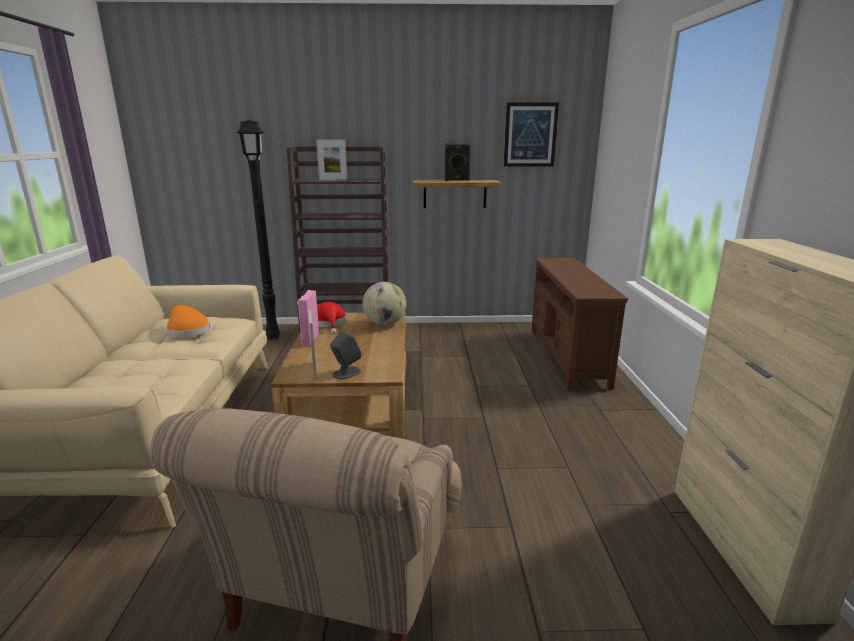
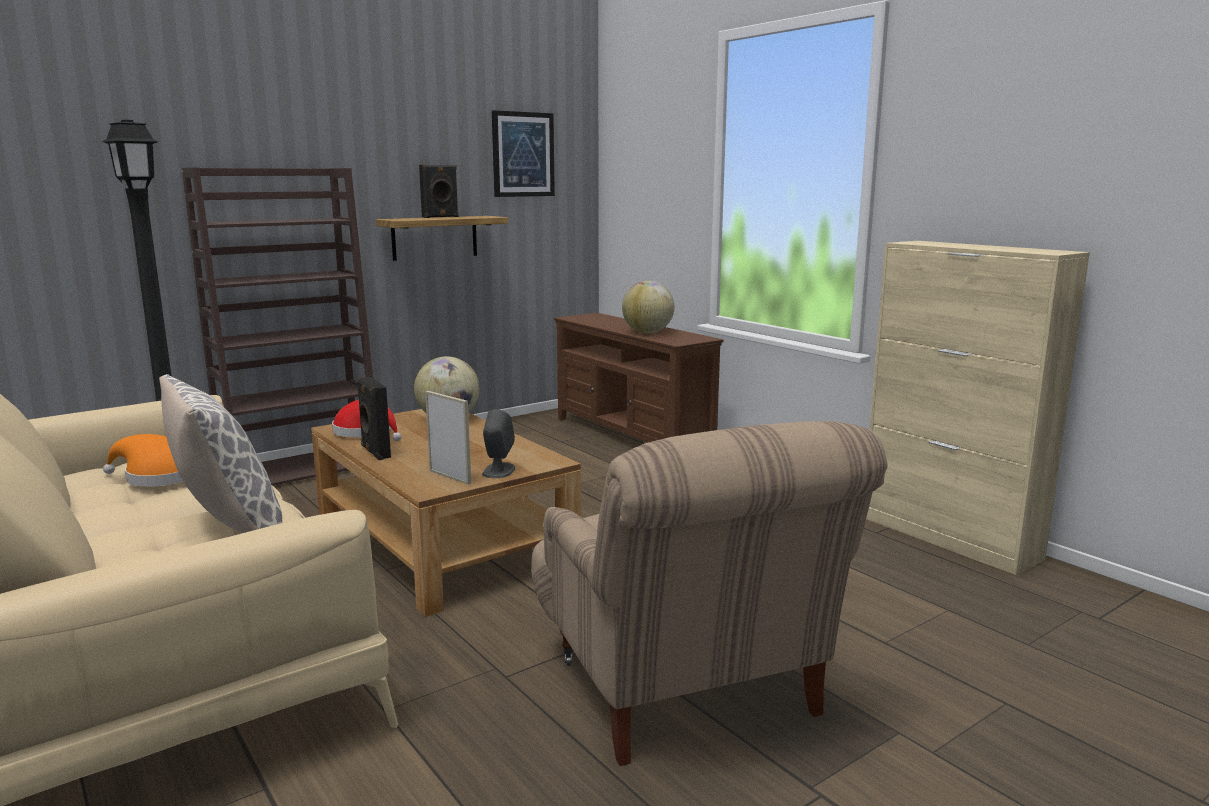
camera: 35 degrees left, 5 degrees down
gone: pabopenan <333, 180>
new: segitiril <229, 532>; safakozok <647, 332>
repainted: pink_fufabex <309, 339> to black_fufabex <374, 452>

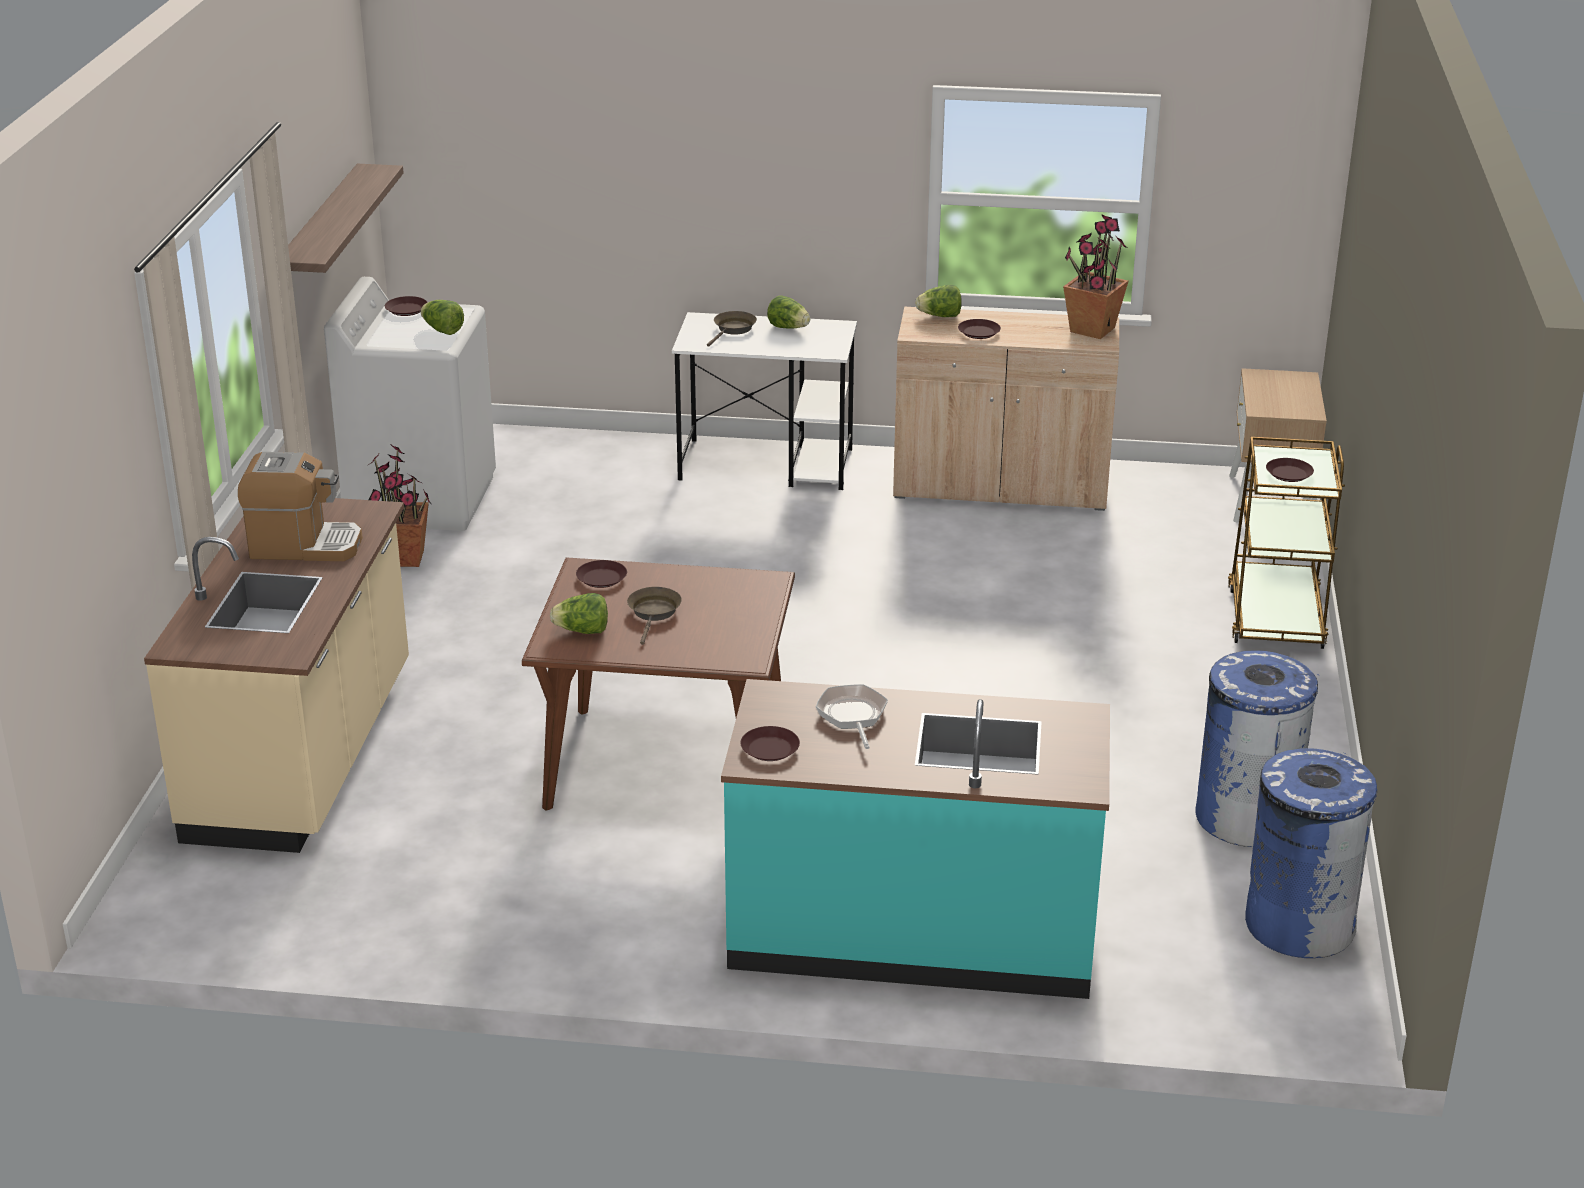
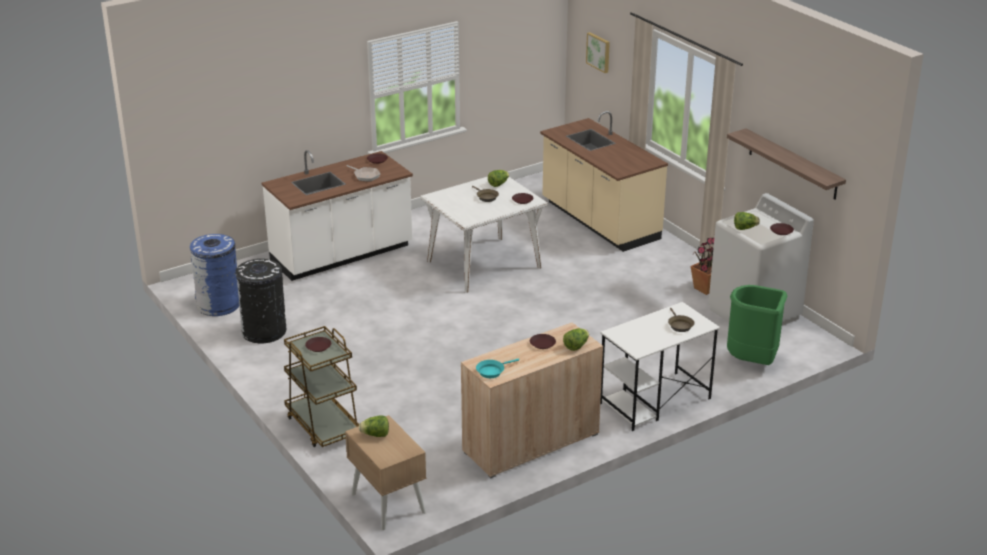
camera: 140 degrees right, 0 degrees up
gone: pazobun <304, 545>
new: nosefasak <599, 52>; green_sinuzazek <752, 361>
shifted: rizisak <788, 328> to <375, 435>
swapped: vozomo <1091, 329> to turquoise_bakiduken <492, 371>
repainted: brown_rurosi <668, 766> to white_rurosi <484, 264>; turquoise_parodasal <913, 930> to white_parodasal <342, 255>; blue_sinuzazek <1246, 817> to black_sinuzazek <264, 331>

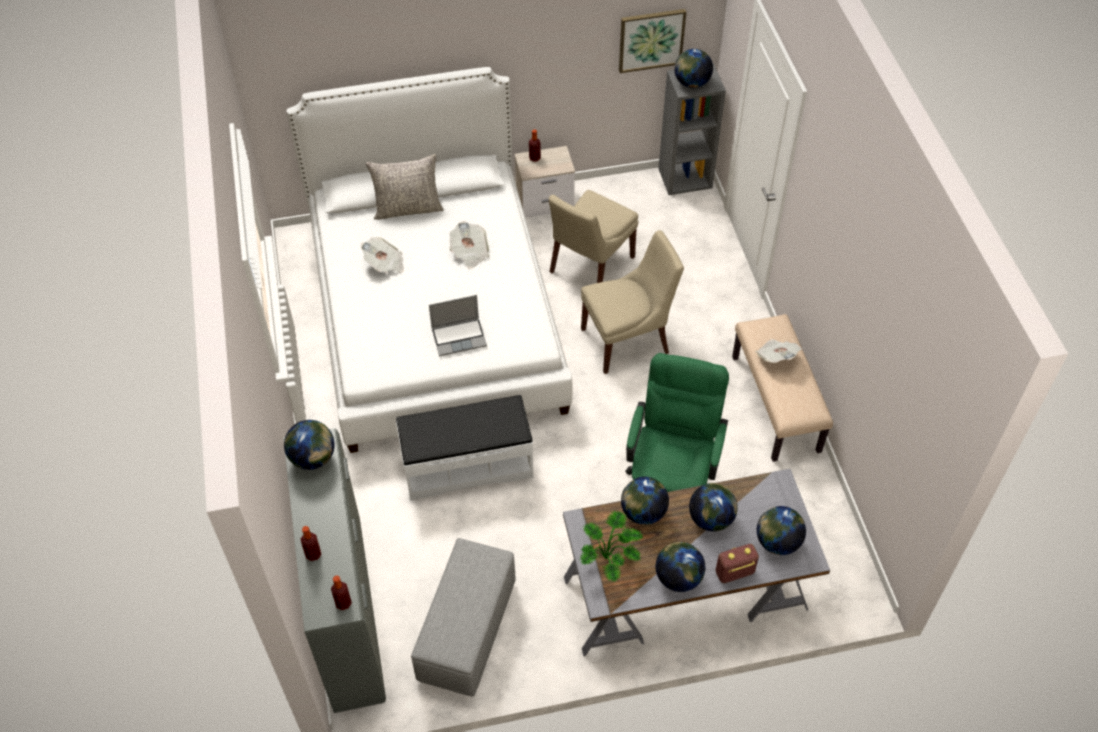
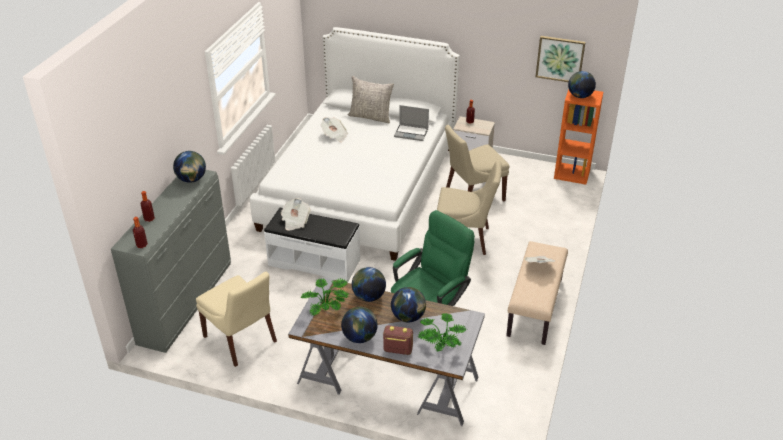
camera: 30 degrees right, 15 degrees down
shifted: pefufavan <459, 337> to <411, 133>; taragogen <470, 253> to <295, 221>
swapped: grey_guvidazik <467, 632> to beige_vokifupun <241, 340>; safakozok <777, 542> to vozomo <440, 346>
repainted: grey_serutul <685, 178> to orange_serutul <572, 174>

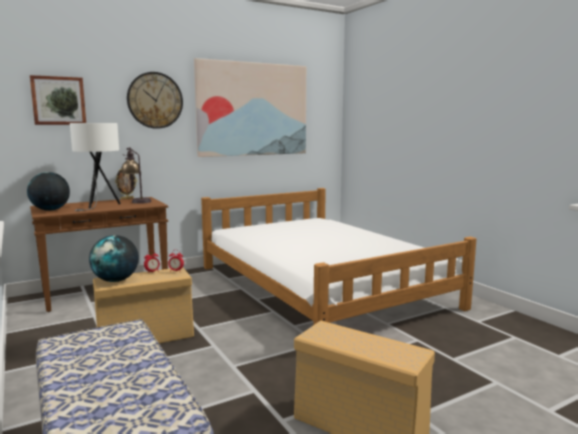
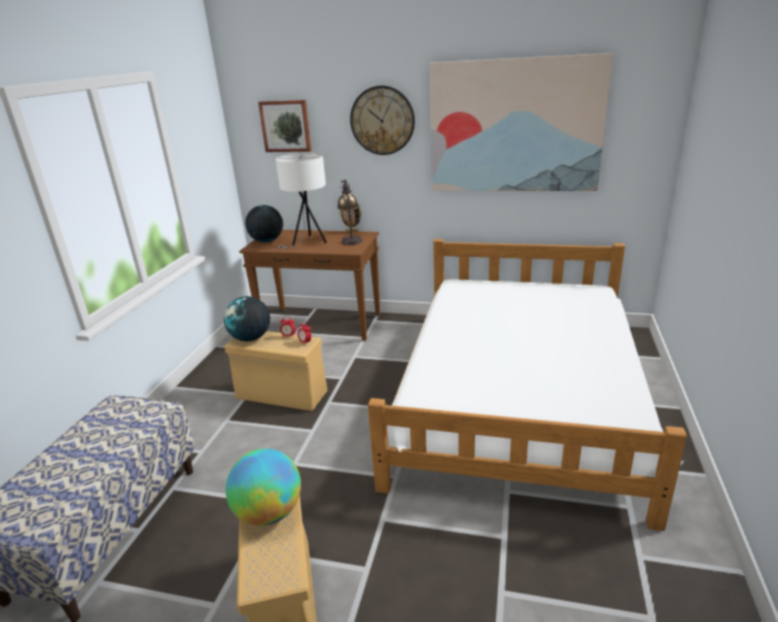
camera: 45 degrees right, 15 degrees up
new: safakozok <269, 513>

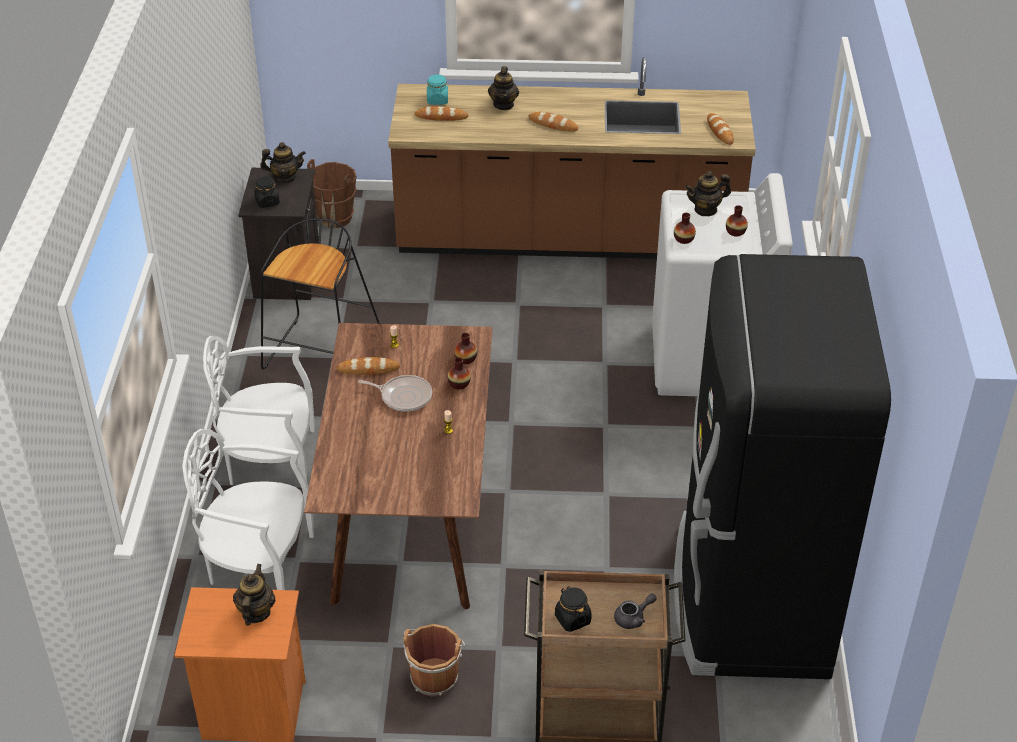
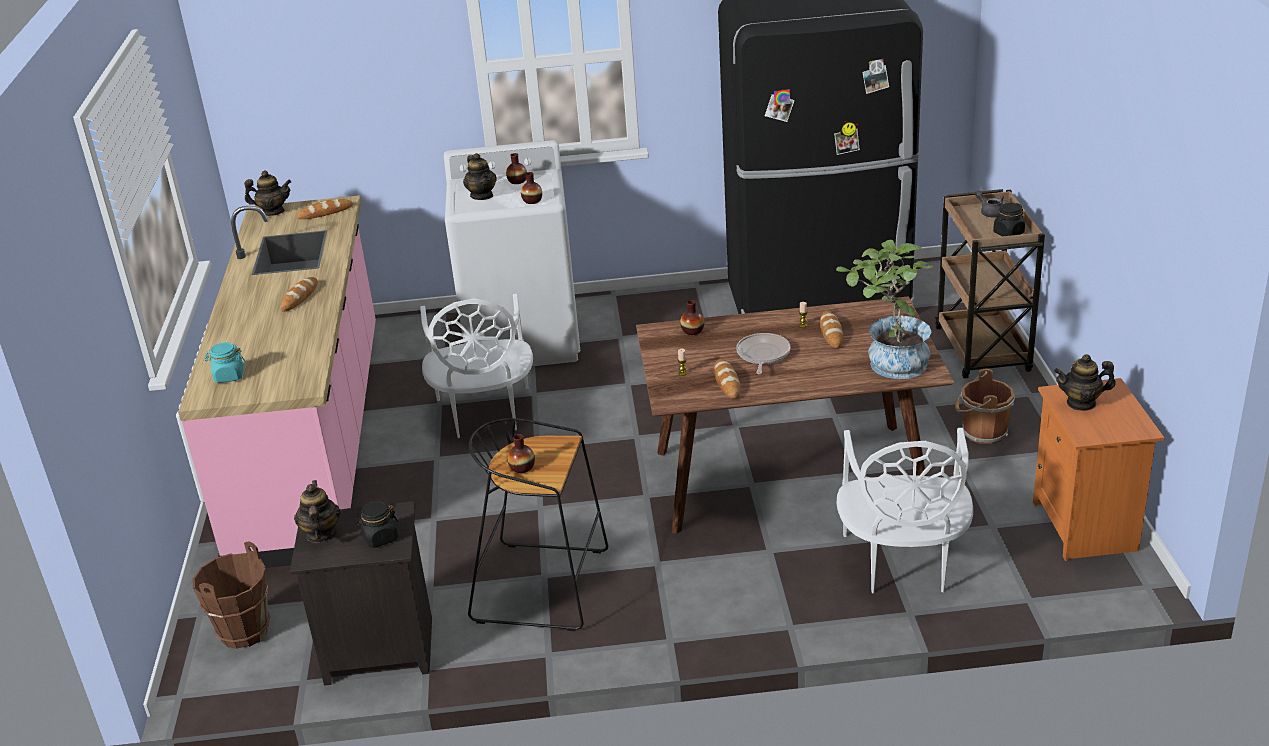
camera: 95 degrees left, 10 degrees down
new: vozomo <889, 364>
shifted: white_vokifupun <270, 463> to <484, 414>; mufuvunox <441, 117> to <831, 332>; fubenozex <459, 384> to <522, 467>; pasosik <504, 105> to <273, 212>
repainted: brown_parodasal <568, 238> to pink_parodasal <314, 439>

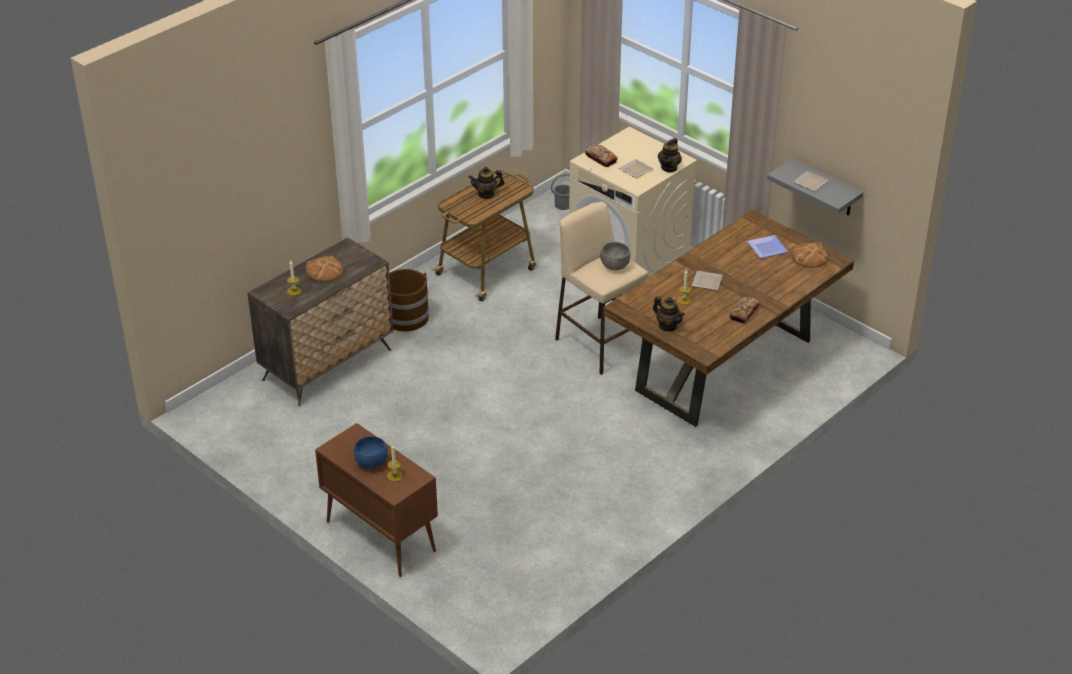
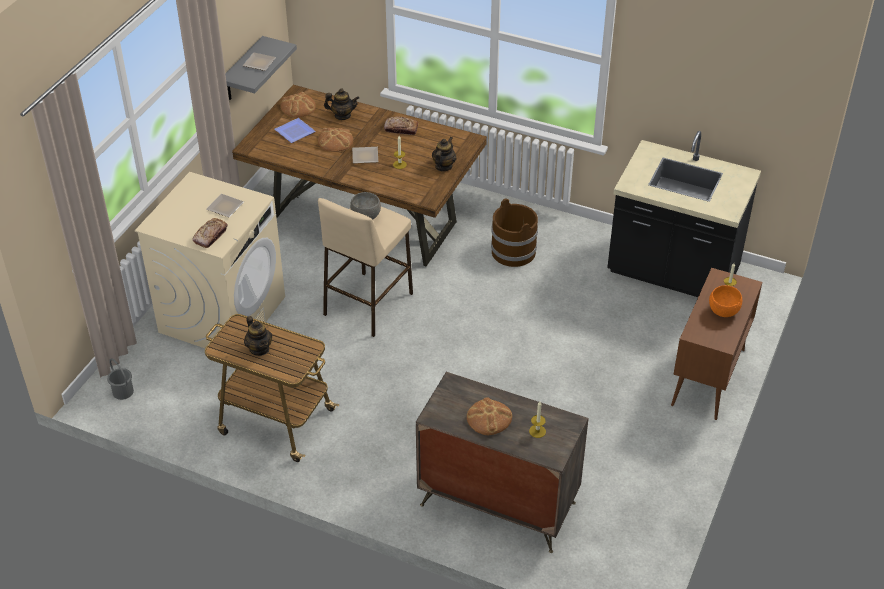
camera: 110 degrees left, 5 degrees up
new: mufuvunox <335, 141>; black_parodasal <673, 272>
shifted: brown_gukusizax <406, 317> to <513, 251>; pasosik <669, 168> to <342, 115>
repainted: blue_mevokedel <372, 462> to orange_mevokedel <723, 311>

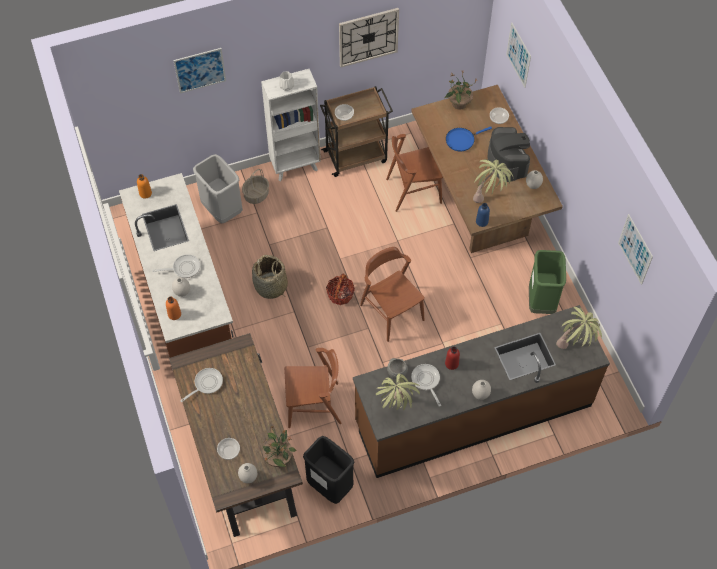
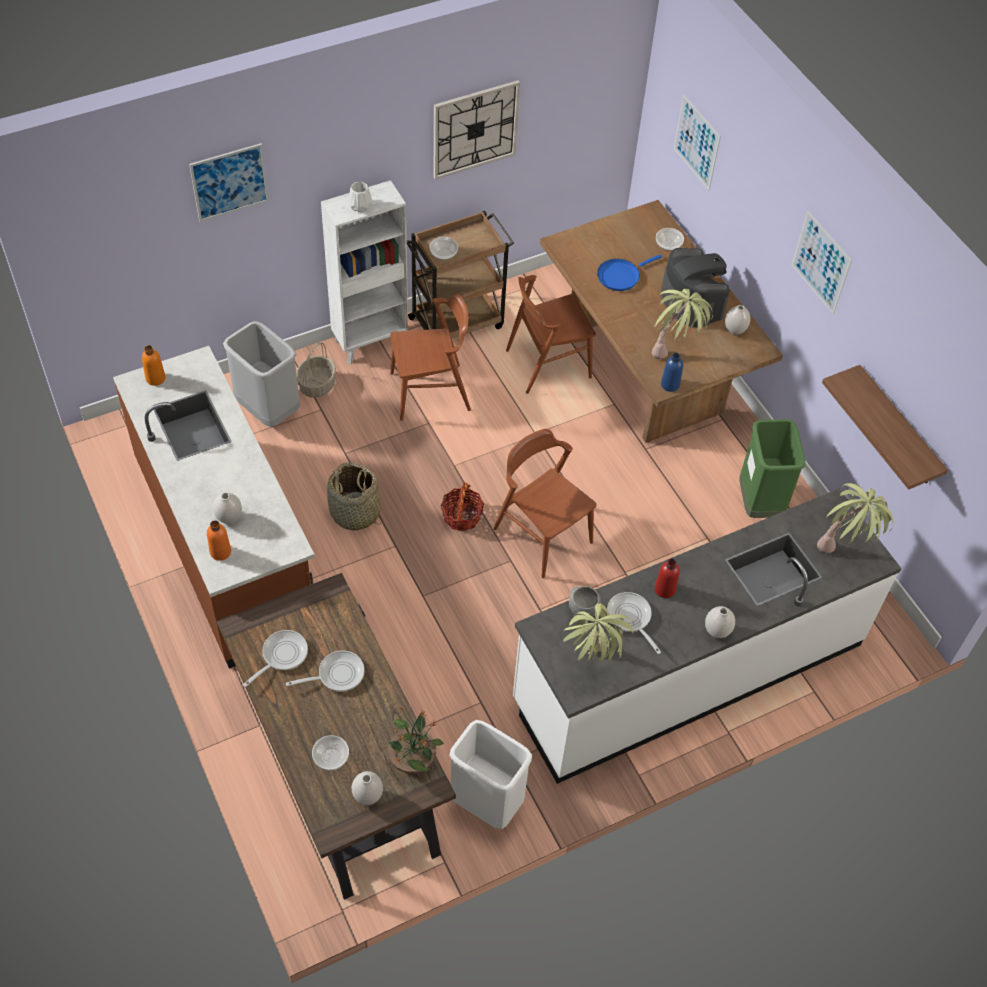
camera: 10 degrees left, 5 degrees down
gone: vozomo <458, 103>
new: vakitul <897, 428>
shifted: bakiduken <184, 268> to <337, 674>; brown_vokifupun <313, 405> to <430, 391>; nosefasak <635, 249> to <821, 262>
repainted: black_sinuzazek <330, 486> to white_sinuzazek <486, 803>; brown_parodasal <473, 413> to white_parodasal <688, 672>

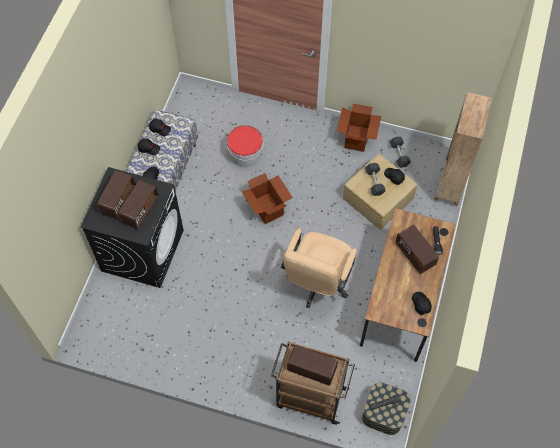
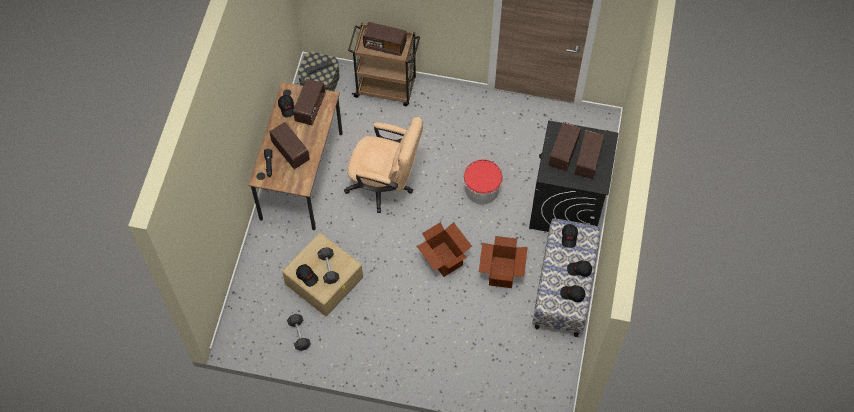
camera: 175 degrees right, 0 degrees up
gone: brown_serutul <449, 187>
new: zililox <310, 108>
shifted: gukusizax <245, 154> to <482, 190>; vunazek <357, 138> to <501, 272>
rotated: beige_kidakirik <317, 283> = <385, 185> 90 degrees clockwise

